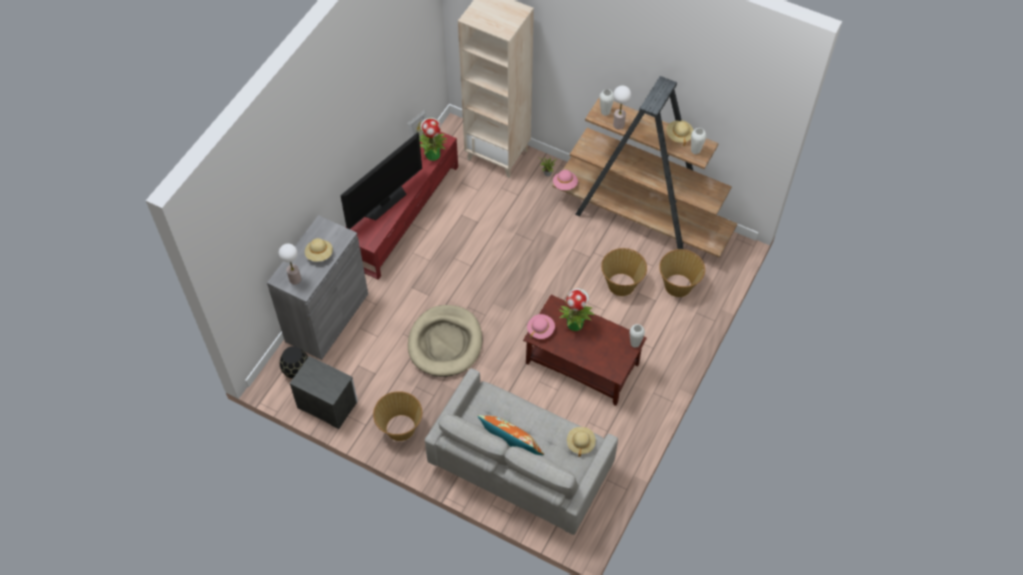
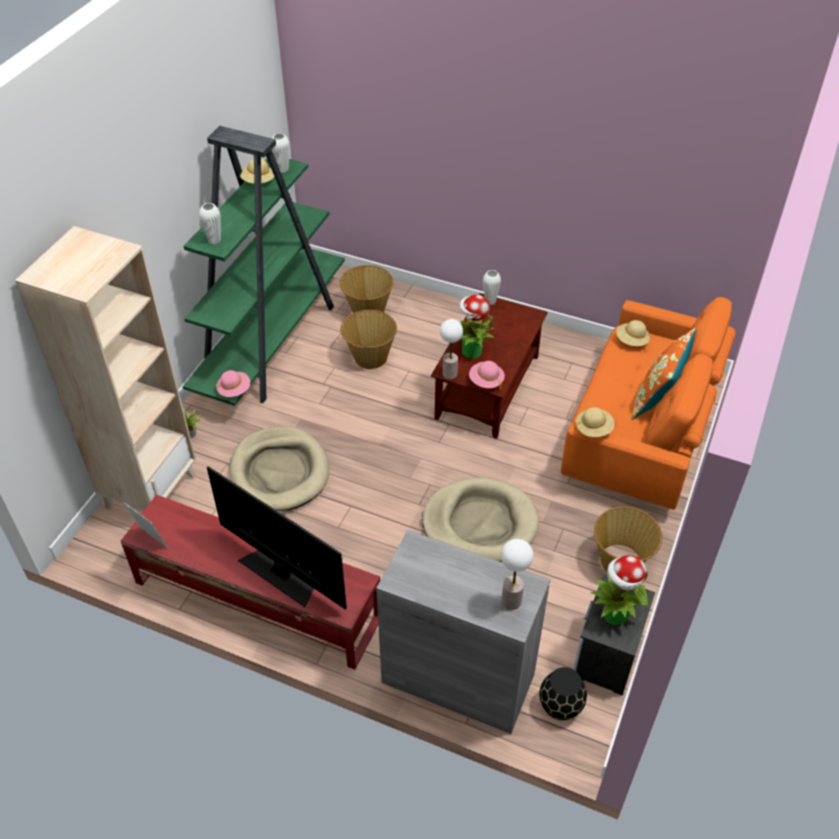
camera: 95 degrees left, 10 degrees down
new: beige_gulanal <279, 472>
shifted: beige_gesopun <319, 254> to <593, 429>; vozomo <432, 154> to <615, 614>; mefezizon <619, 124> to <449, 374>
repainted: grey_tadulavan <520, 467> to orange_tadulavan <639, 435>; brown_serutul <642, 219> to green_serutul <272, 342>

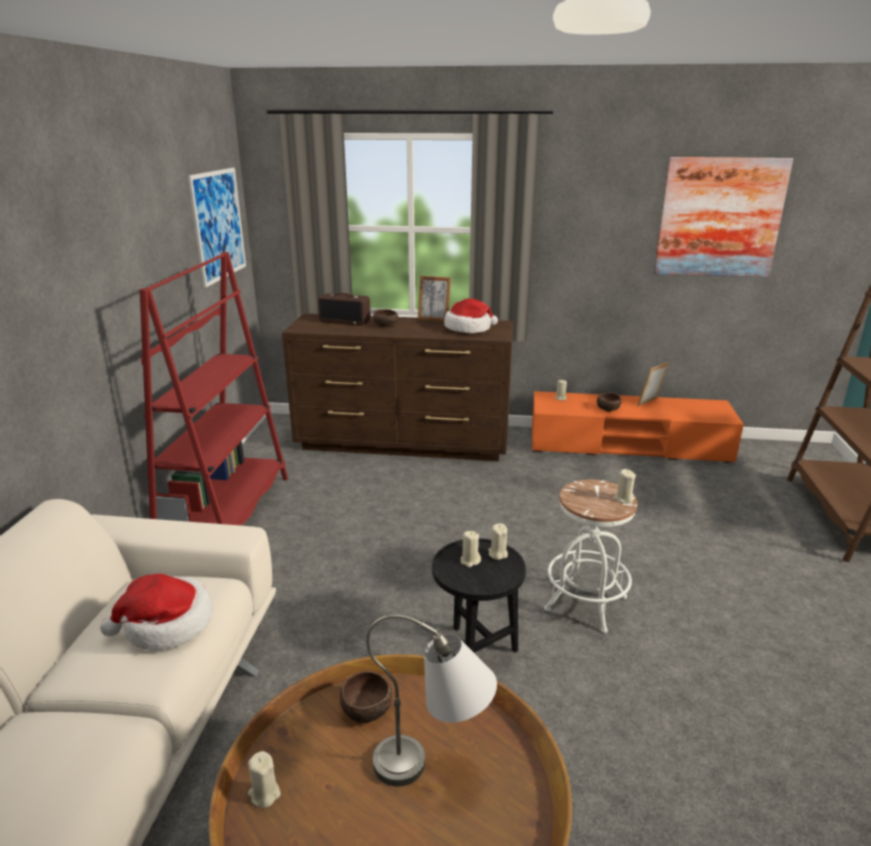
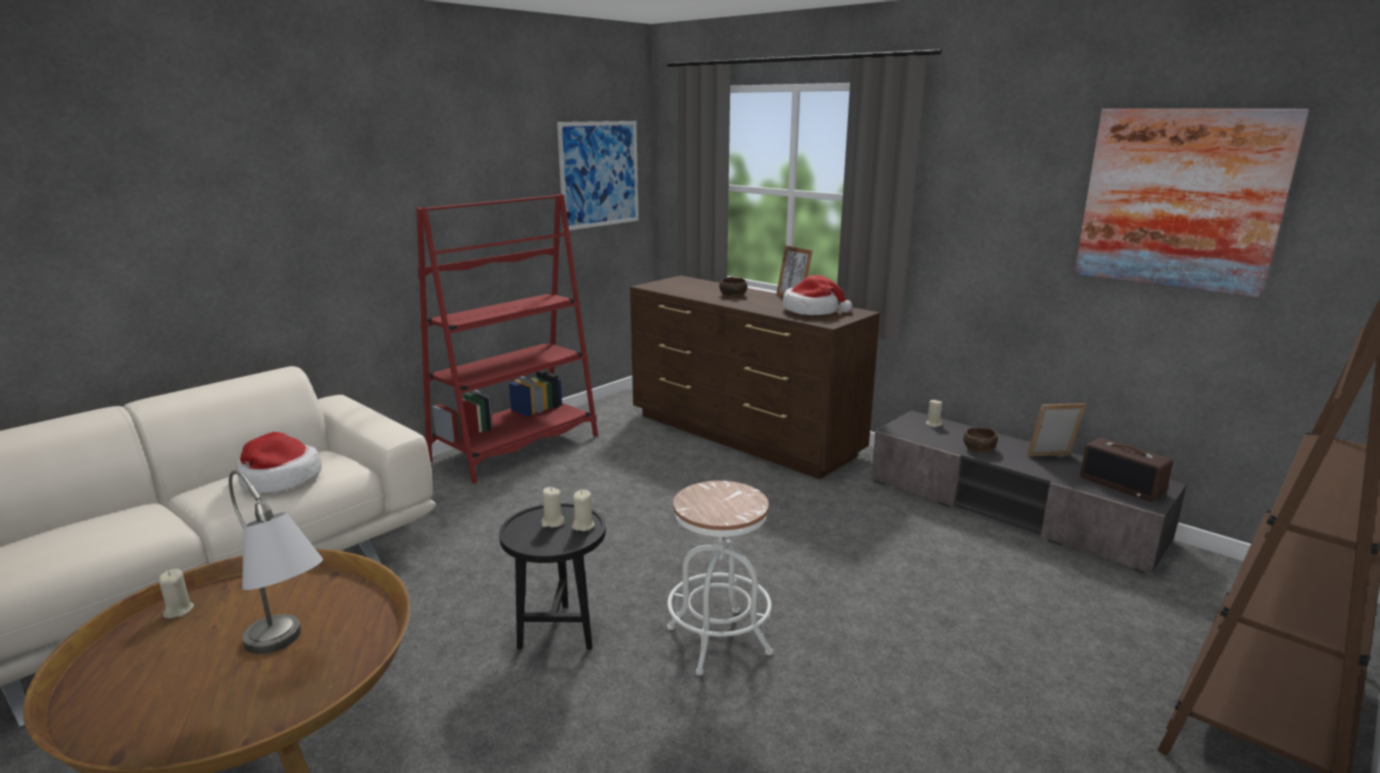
camera: 35 degrees right, 5 degrees down
gone: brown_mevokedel <367, 709>; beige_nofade <623, 499>
shifted: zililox <345, 321> to <1122, 485>
repainted: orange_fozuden <628, 445> to grey_fozuden <1010, 509>

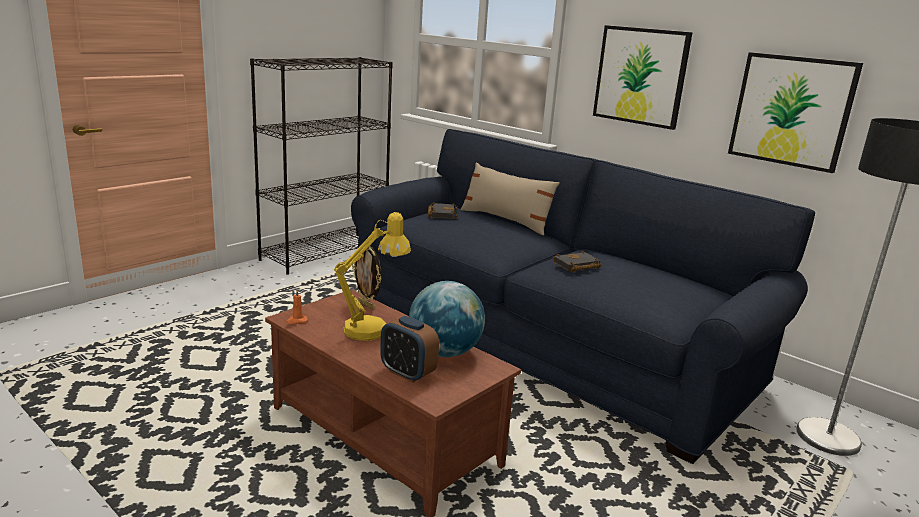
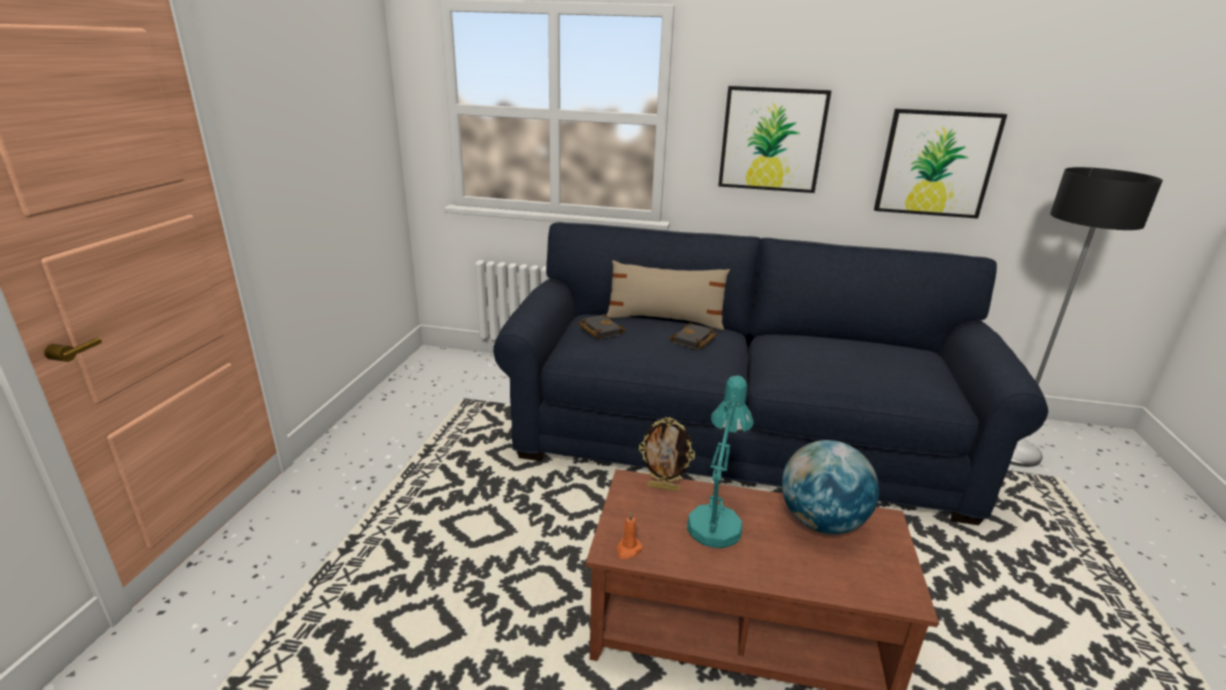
camera: 30 degrees left, 5 degrees up
gone: black_serutul <325, 252>; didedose <407, 373>
shifted: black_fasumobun <576, 266> to <694, 340>
repainted: yellow_mefezizon <373, 328> to turquoise_mefezizon <716, 520>

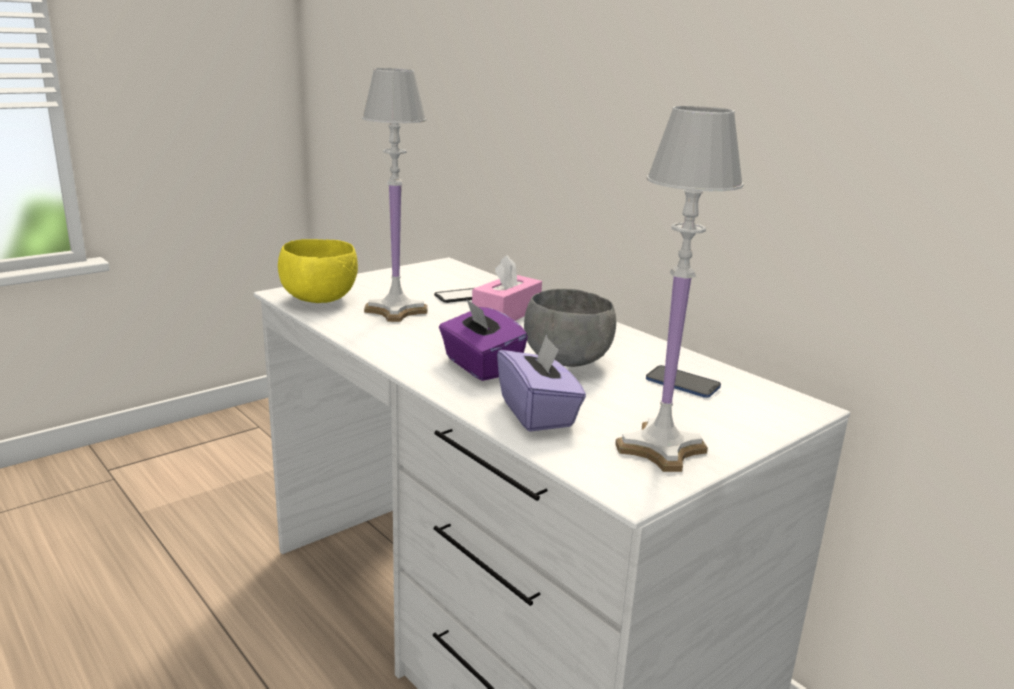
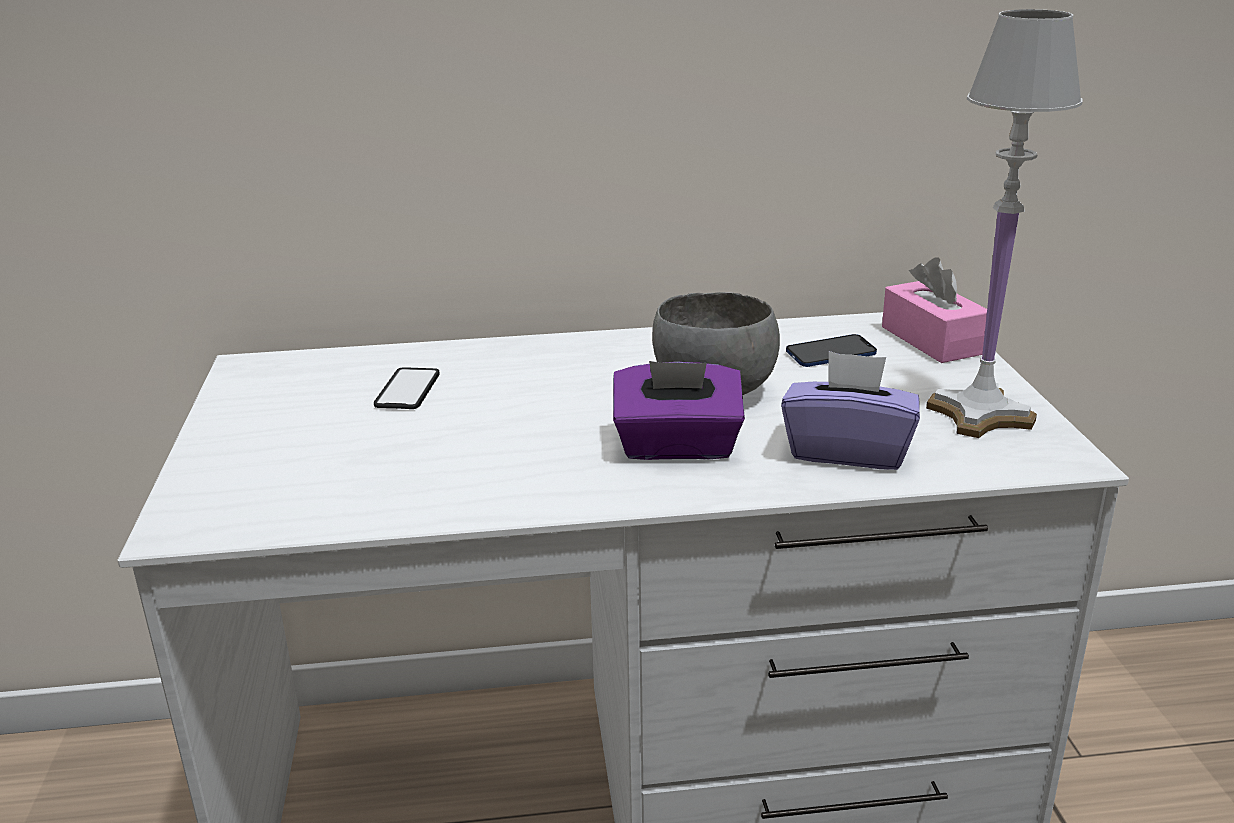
camera: 55 degrees left, 5 degrees up
gone: yellow_mevokedel <320, 299>; white_mefezizon <395, 310>
shifted: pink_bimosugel <506, 313> to <932, 340>

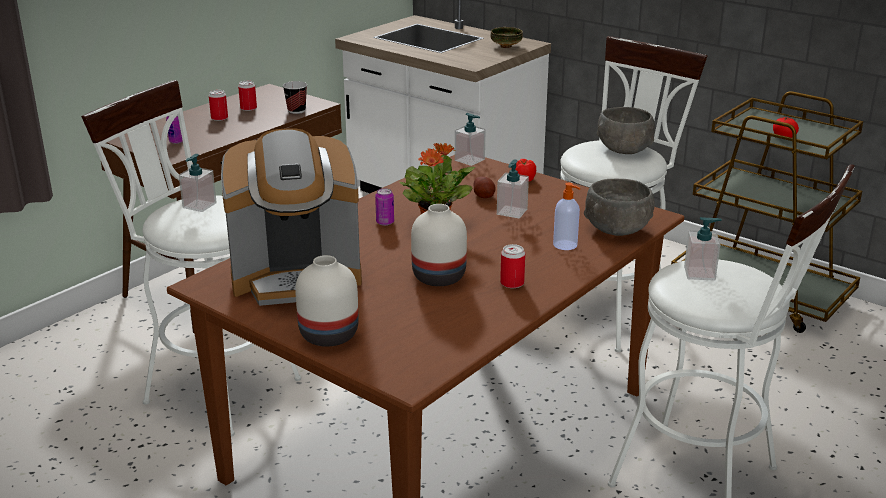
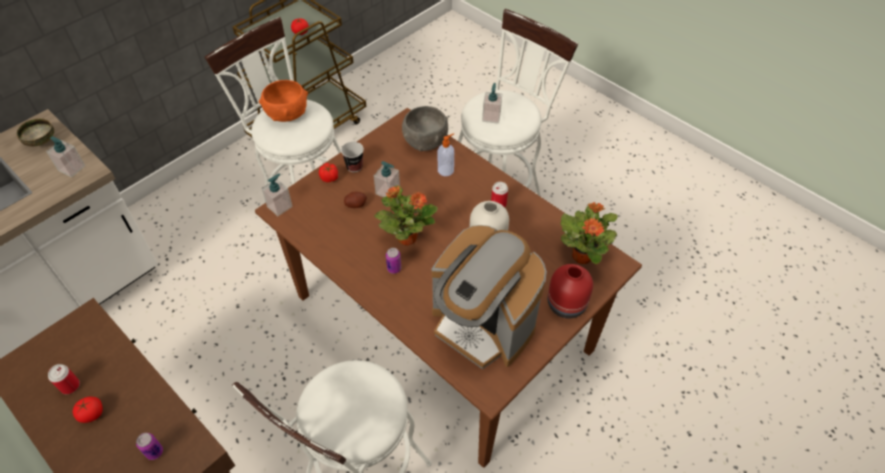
camera: 85 degrees left, 25 degrees up
new: vozomo <582, 255>
shifted: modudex <199, 205> to <72, 168>; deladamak <296, 111> to <354, 167>
swapped: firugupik <219, 118> to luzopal <92, 414>
repainted: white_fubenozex <328, 334> to red_fubenozex <565, 305>; grey_mevokedel <623, 149> to orange_mevokedel <287, 114>
rotated: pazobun <297, 277> = <482, 325> 135 degrees clockwise

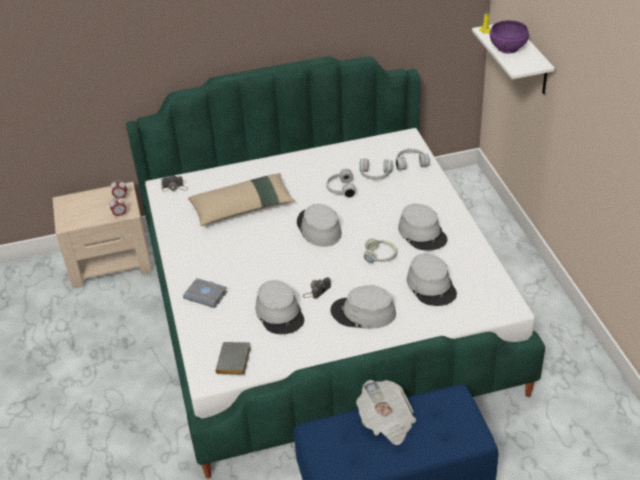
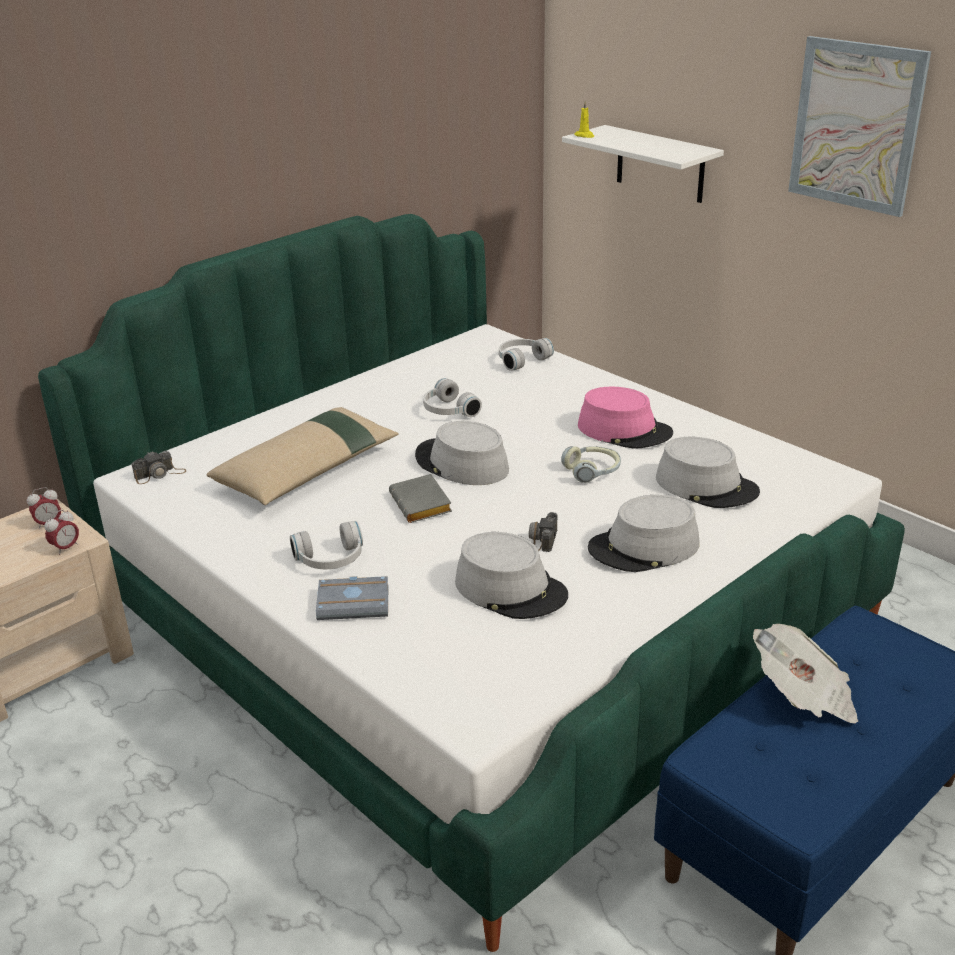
camera: 30 degrees left, 10 degrees down
gone: purple_mevokedel <508, 48>
new: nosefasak <856, 125>
shifted: grey_fasumobun <235, 362> to <423, 505>; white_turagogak <375, 175> to <331, 560>
repainted: grey_gesopun <422, 233> to pink_gesopun <624, 430>

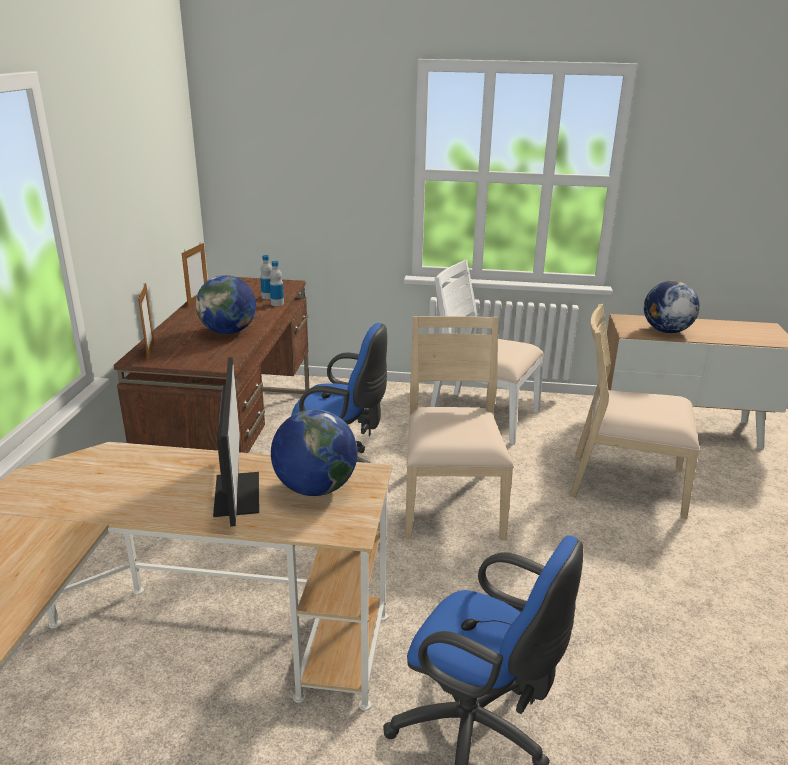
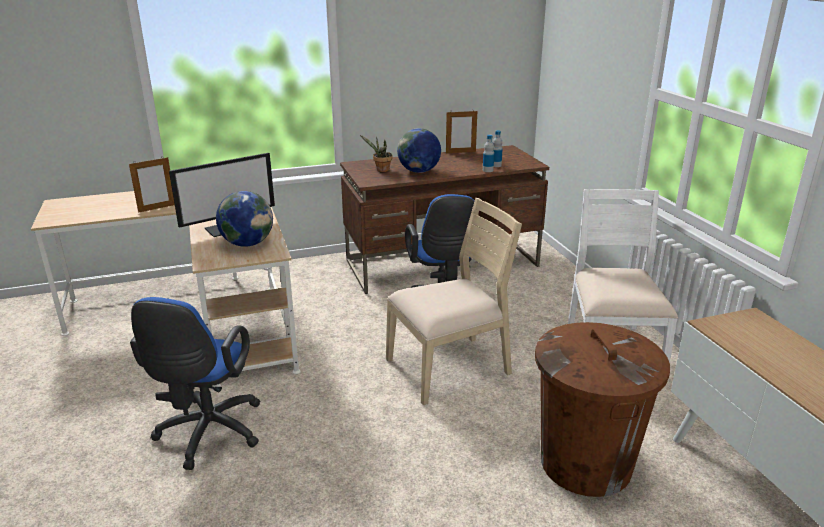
camera: 65 degrees right, 0 degrees up
gone: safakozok <666, 331>
new: vozomo <381, 170>
shifted: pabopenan <150, 351> to <157, 208>
swapped: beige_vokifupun <626, 483> to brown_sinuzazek <586, 463>

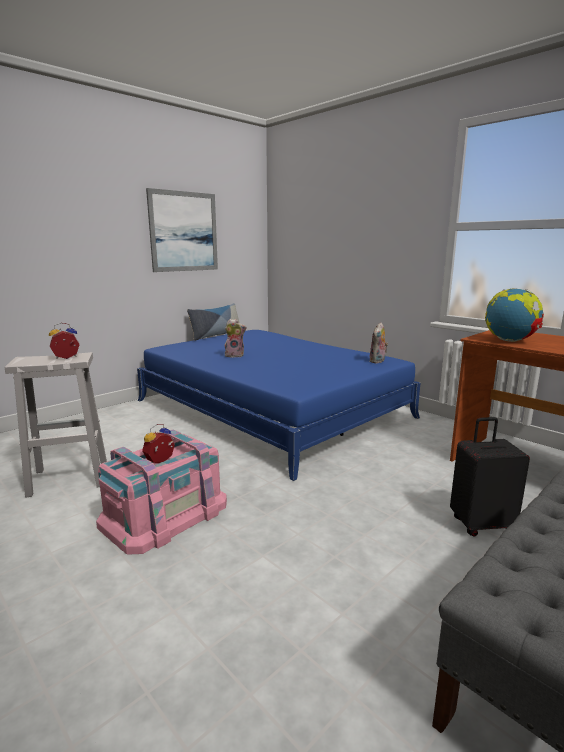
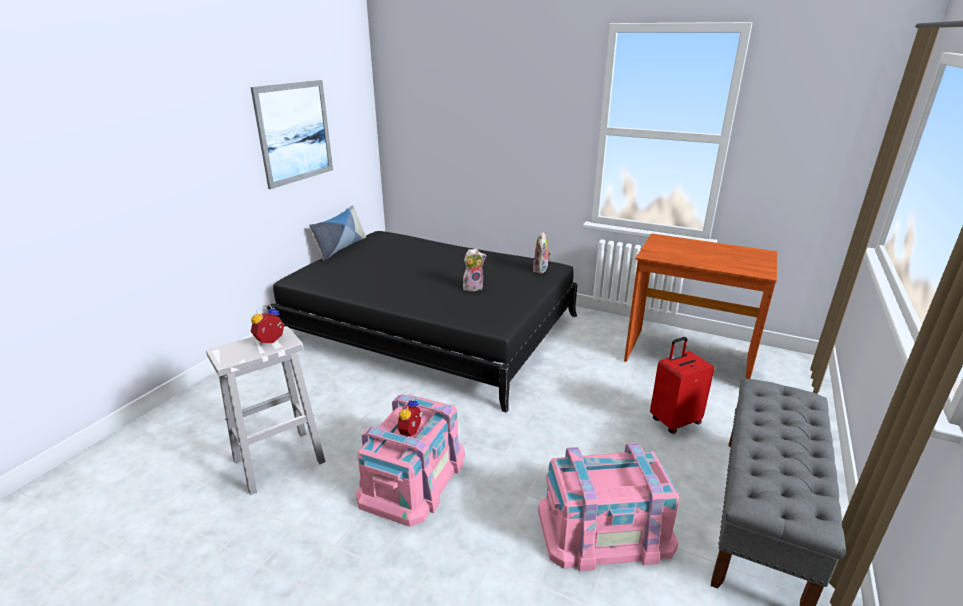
camera: 20 degrees left, 10 degrees up
gone: safakozok <510, 341>
new: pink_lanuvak <604, 528>
shifted: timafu <235, 355> to <473, 287>
repainted: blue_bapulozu <271, 409> to black_bapulozu <430, 328>; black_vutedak <481, 524> to red_vutedak <674, 421>

